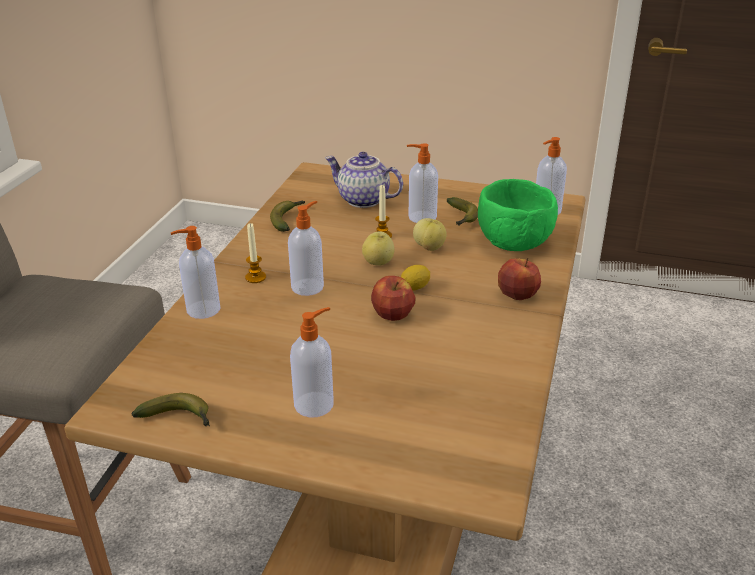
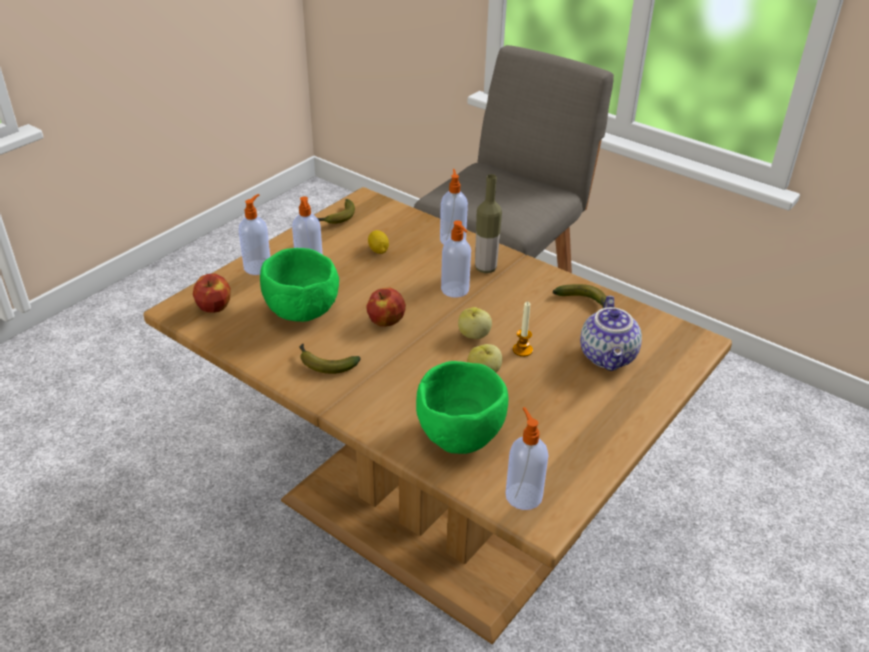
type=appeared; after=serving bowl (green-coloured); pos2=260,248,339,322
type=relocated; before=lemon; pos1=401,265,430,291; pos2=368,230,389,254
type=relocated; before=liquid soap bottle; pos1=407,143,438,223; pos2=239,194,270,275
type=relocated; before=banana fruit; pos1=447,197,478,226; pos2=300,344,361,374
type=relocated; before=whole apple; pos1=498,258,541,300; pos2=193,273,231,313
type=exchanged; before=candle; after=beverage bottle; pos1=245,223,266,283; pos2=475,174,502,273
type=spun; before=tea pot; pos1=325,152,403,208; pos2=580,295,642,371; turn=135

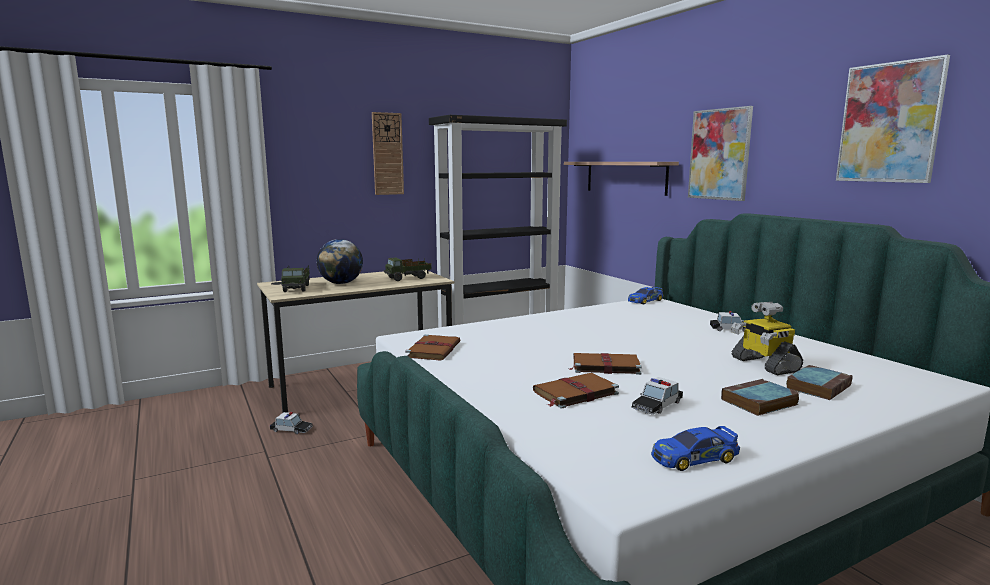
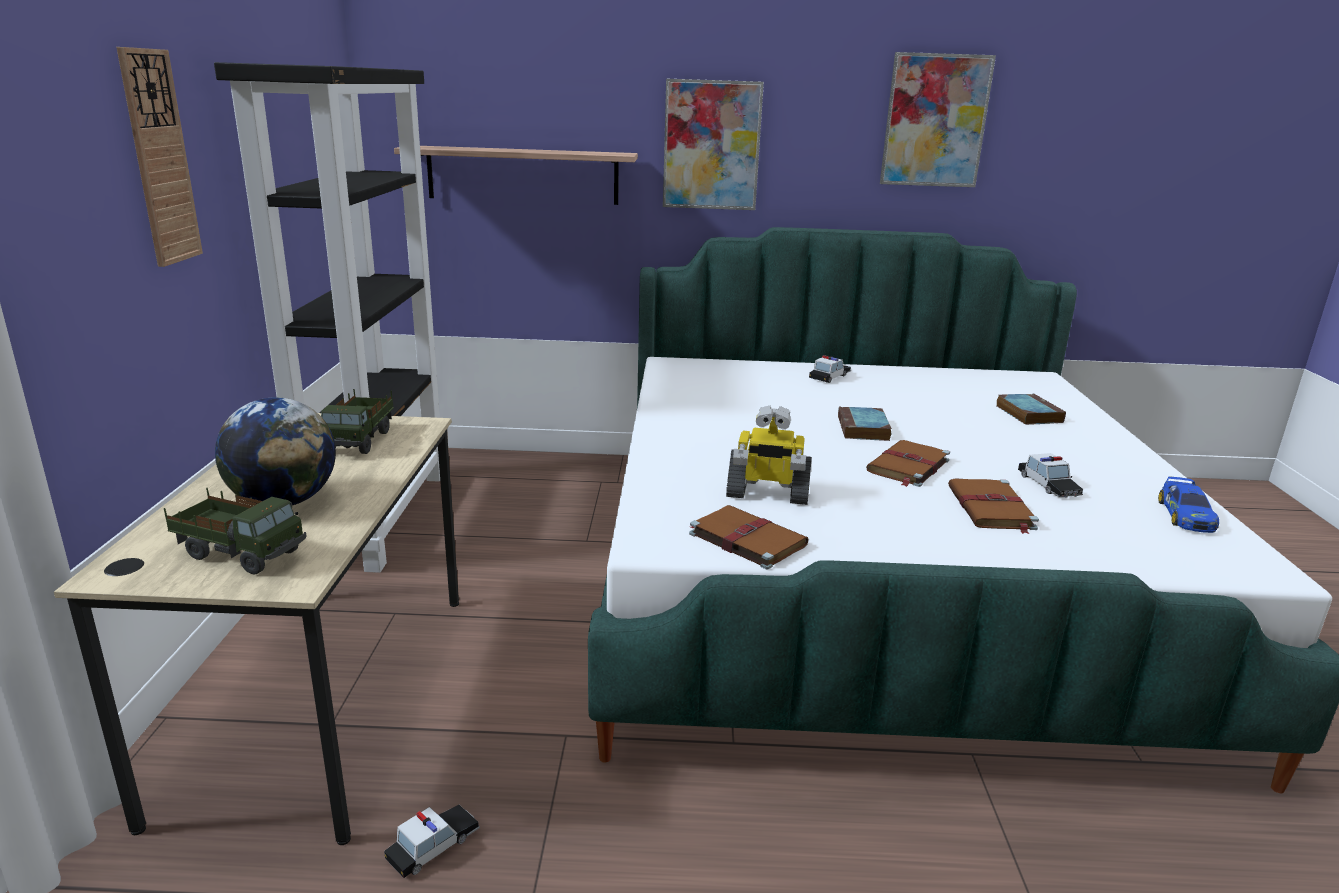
type=missing; before=miniature car; pos1=628,287,663,304
type=relocated; before=bound book; pos1=721,379,799,416; pos2=838,406,892,441
type=relocated; before=model robot; pos1=731,302,803,375; pos2=726,405,812,505

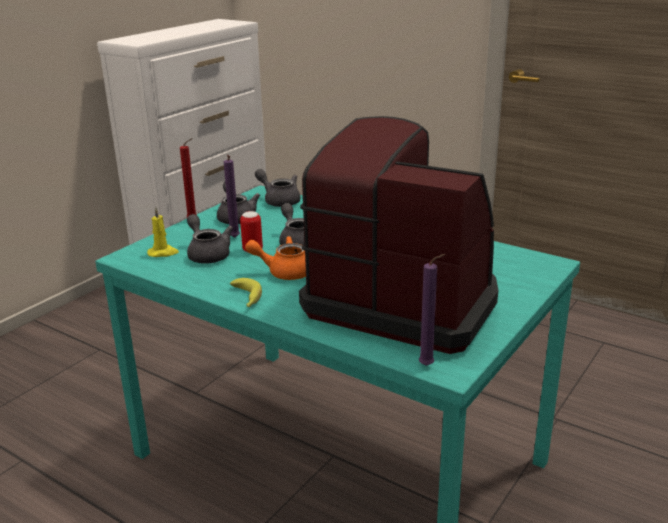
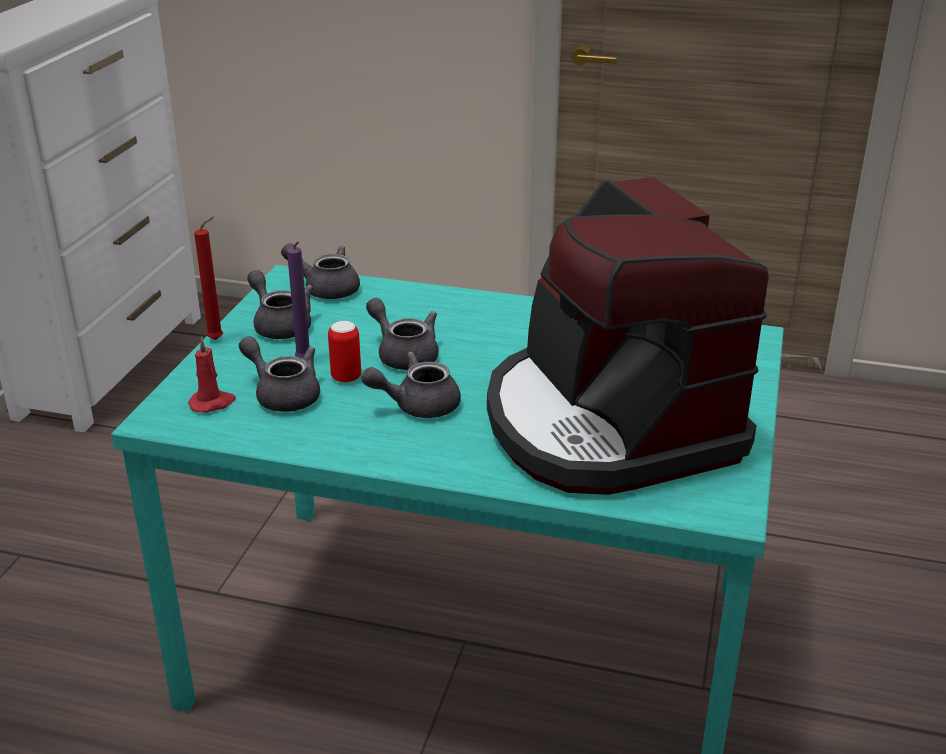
type=missing; before=banana fruit; pos1=230,278,262,307
type=missing; before=candle (purplish); pos1=419,254,445,366
type=colour; before=candle (yellow-coloured); after=candle (reddish); pos1=147,208,179,257; pos2=188,337,236,413
type=colour; before=tea pot (orangey); after=tea pot (gray); pos1=245,236,306,280; pos2=361,351,461,418
type=spun; before=coffee brewer; pos1=299,116,498,354; pos2=487,177,769,495; turn=-120

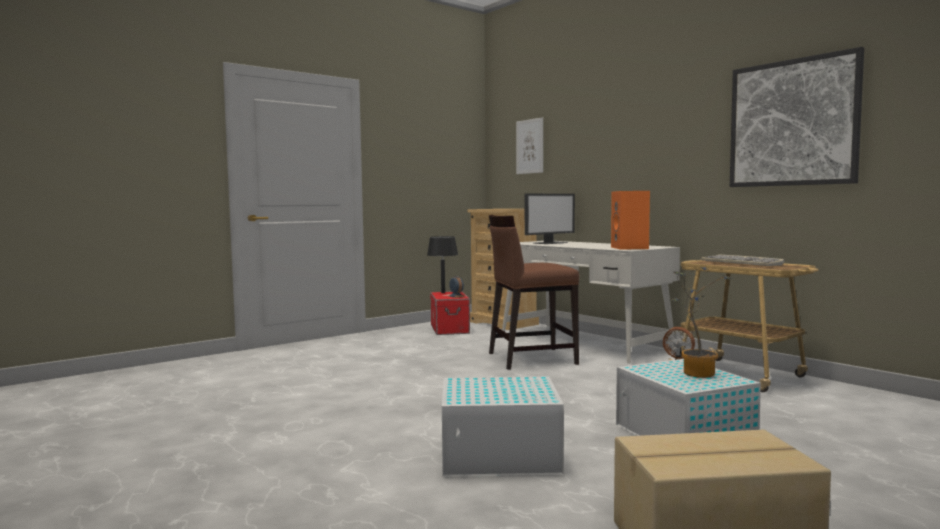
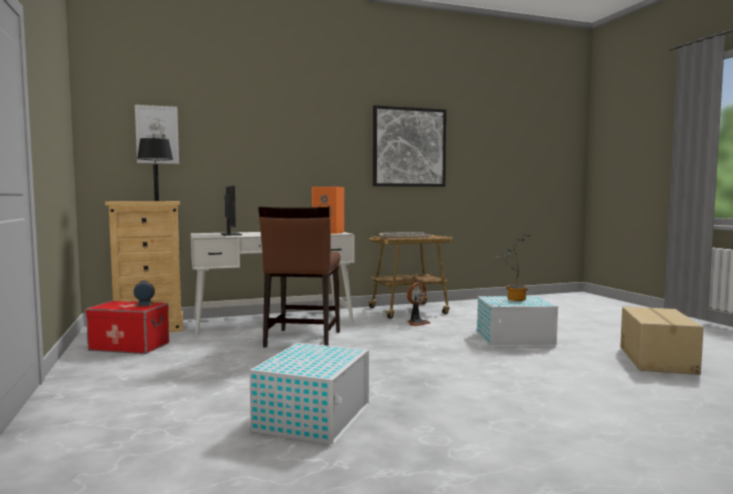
type=relocated; before=tabletop lamp (blackish); pos1=427,236,458,293; pos2=137,138,173,201
type=relocated; before=storage container (white-coloured); pos1=442,376,564,477; pos2=250,343,369,444

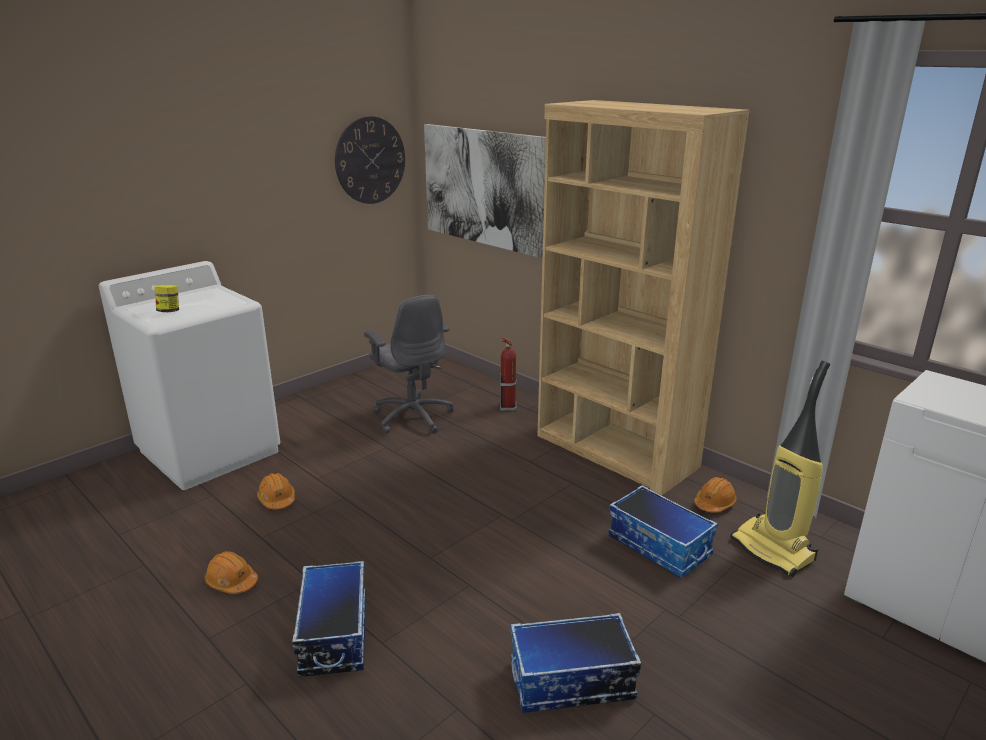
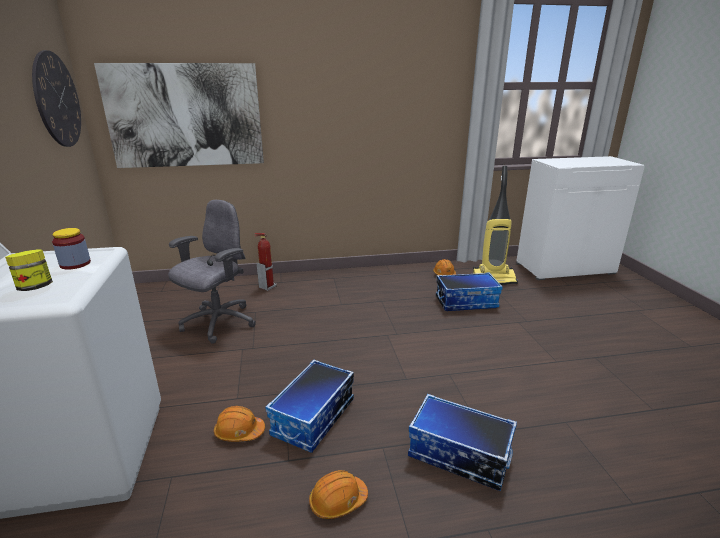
type=missing; before=bookcase (brownish); pos1=537,100,750,496
type=appeared; after=preserve jar; pos2=52,228,91,269
type=relocated; before=storage container; pos1=510,613,641,713; pos2=265,360,354,453
type=spun; before=desk chair (gray); pos1=364,295,454,434; pos2=168,200,256,344; turn=-60

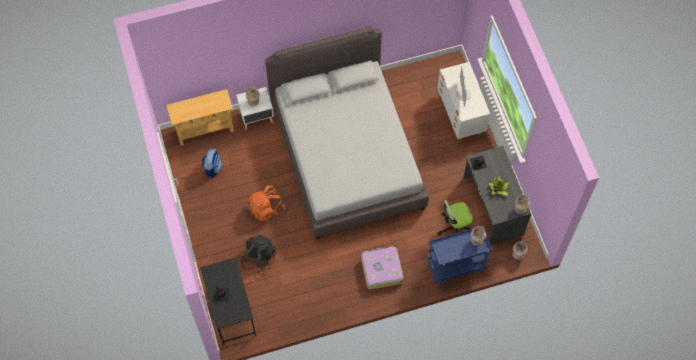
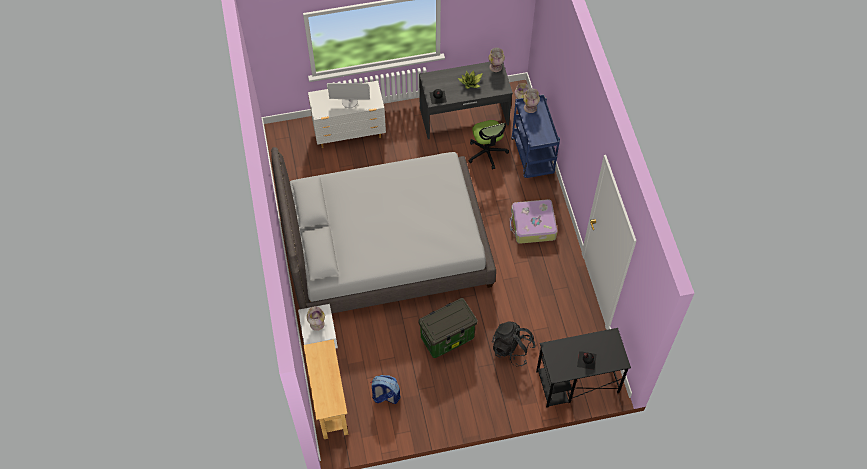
type=exchanged; before=rucksack (orangey); after=storage container; pos1=249,186,285,221; pos2=419,298,477,358

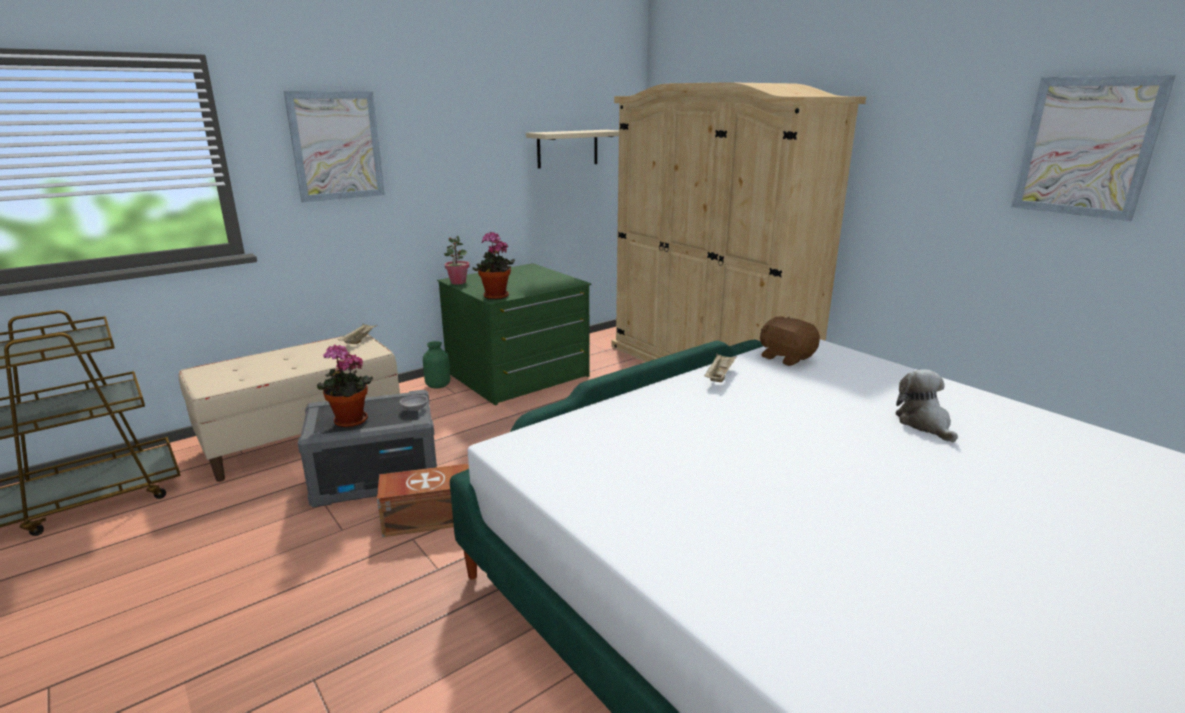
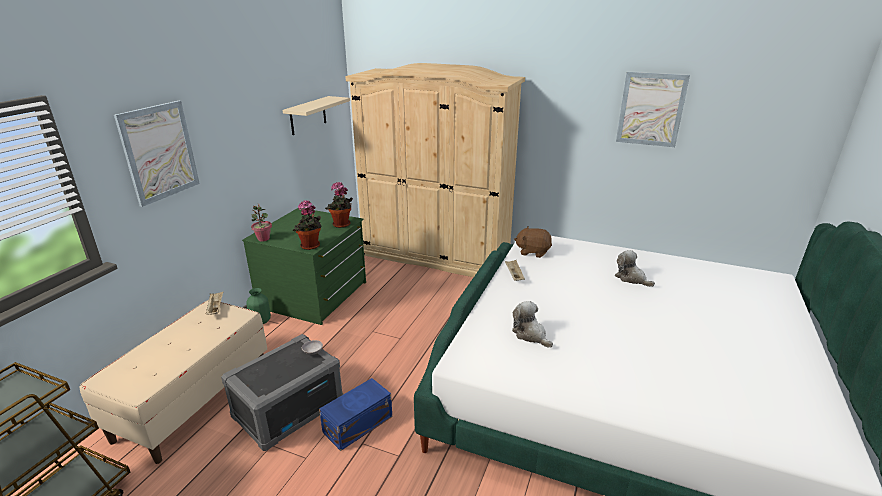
type=appeared; after=cuddly toy; pos2=512,301,553,348
type=relocated; before=potted plant; pos1=317,344,373,428; pos2=325,182,353,228
type=colour; before=storage container (brownish); after=storage container (blue); pos1=377,464,469,537; pos2=319,378,392,451

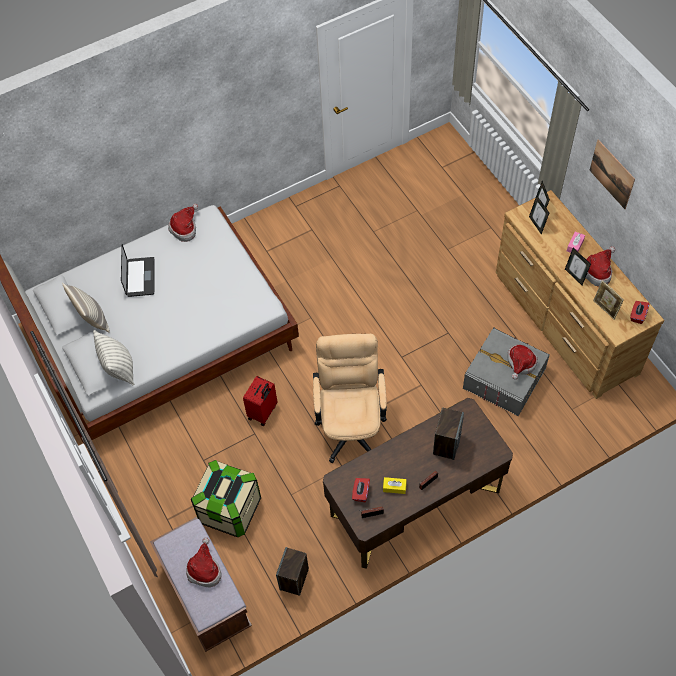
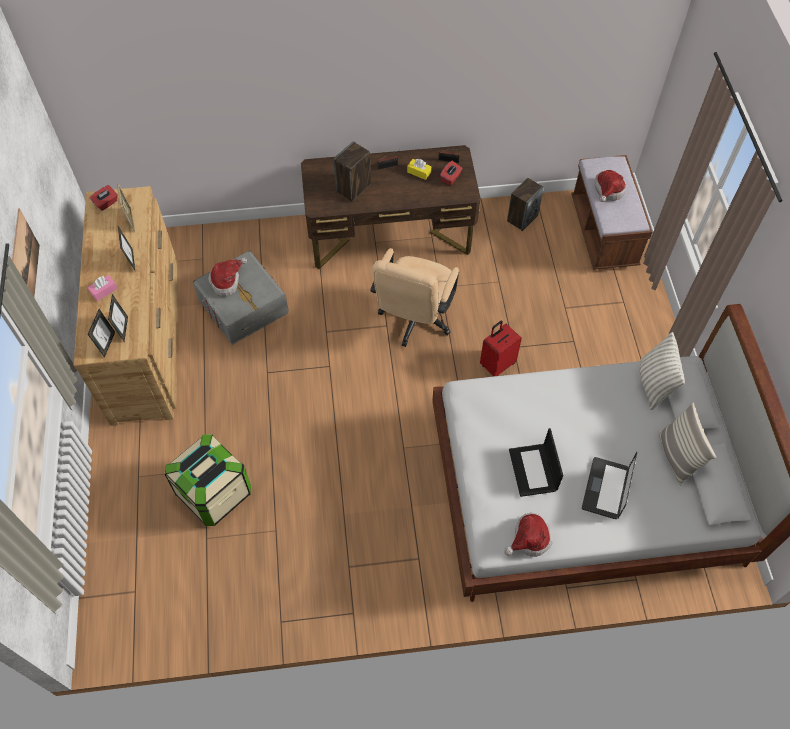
type=missing; before=hat; pos1=586,246,616,287
type=appeared; after=portable computer; pos2=509,428,563,497
type=relocated; before=storage container; pos1=191,460,261,538; pos2=165,434,251,526

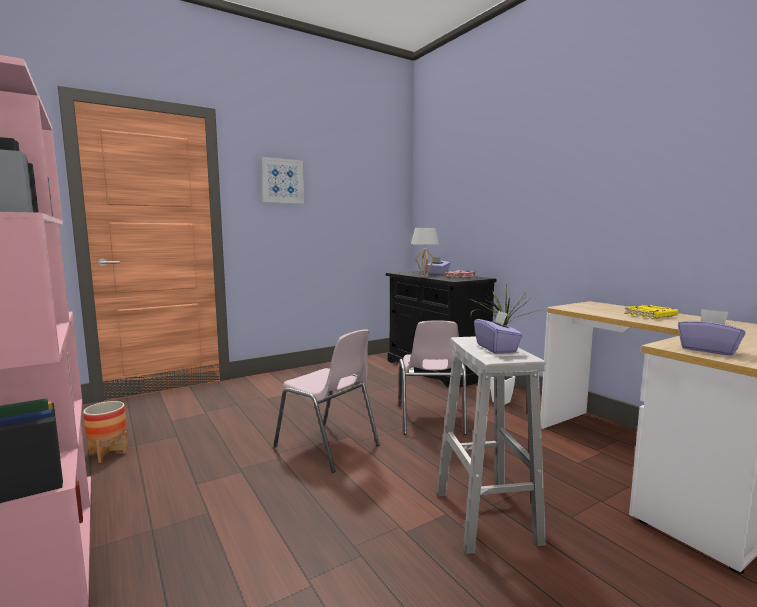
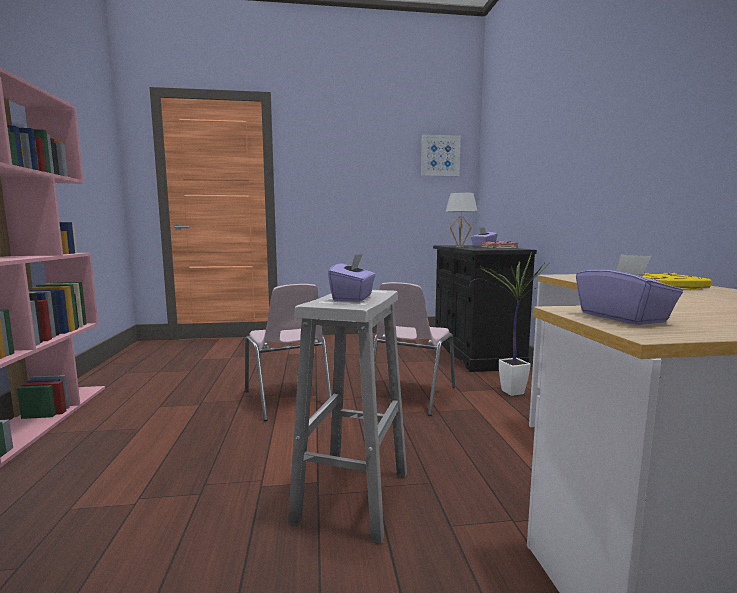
type=missing; before=flower pot; pos1=83,401,128,463
type=relocated; before=picture; pos1=261,157,304,204; pos2=421,134,461,176

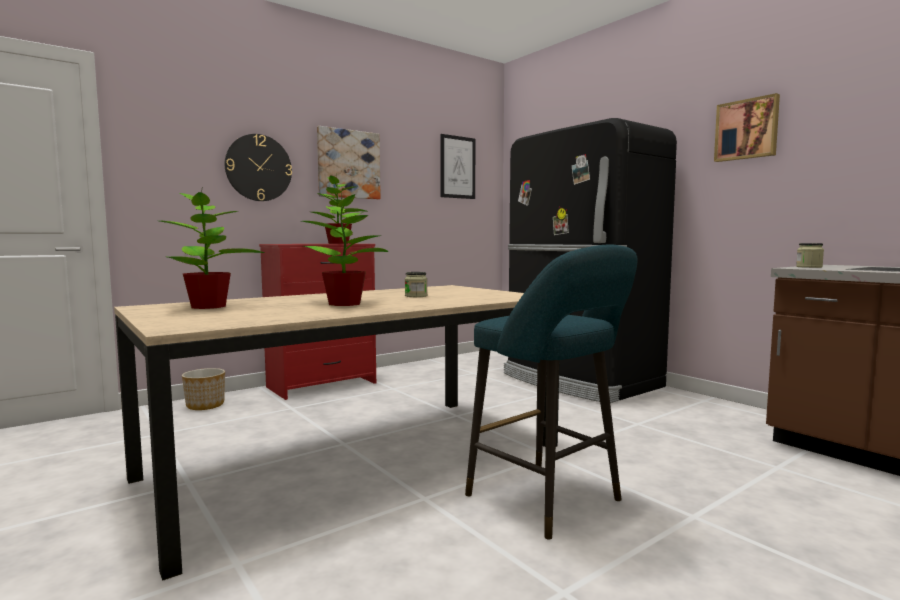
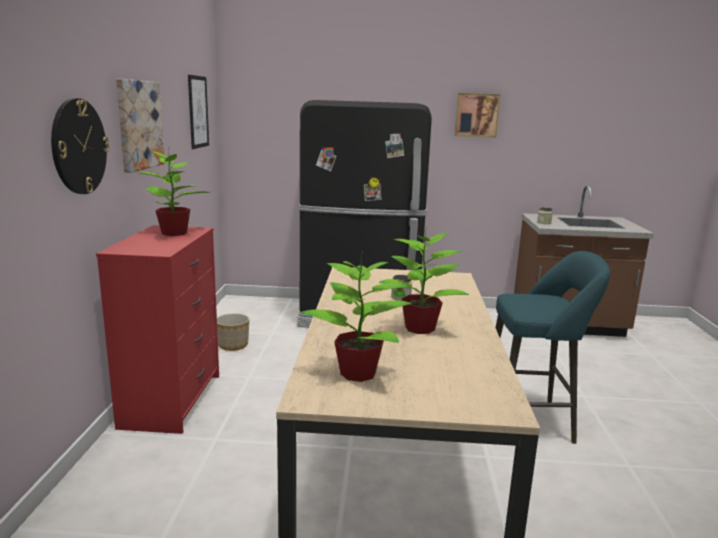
type=relocated; before=flower pot; pos1=182,368,225,410; pos2=217,313,249,351

